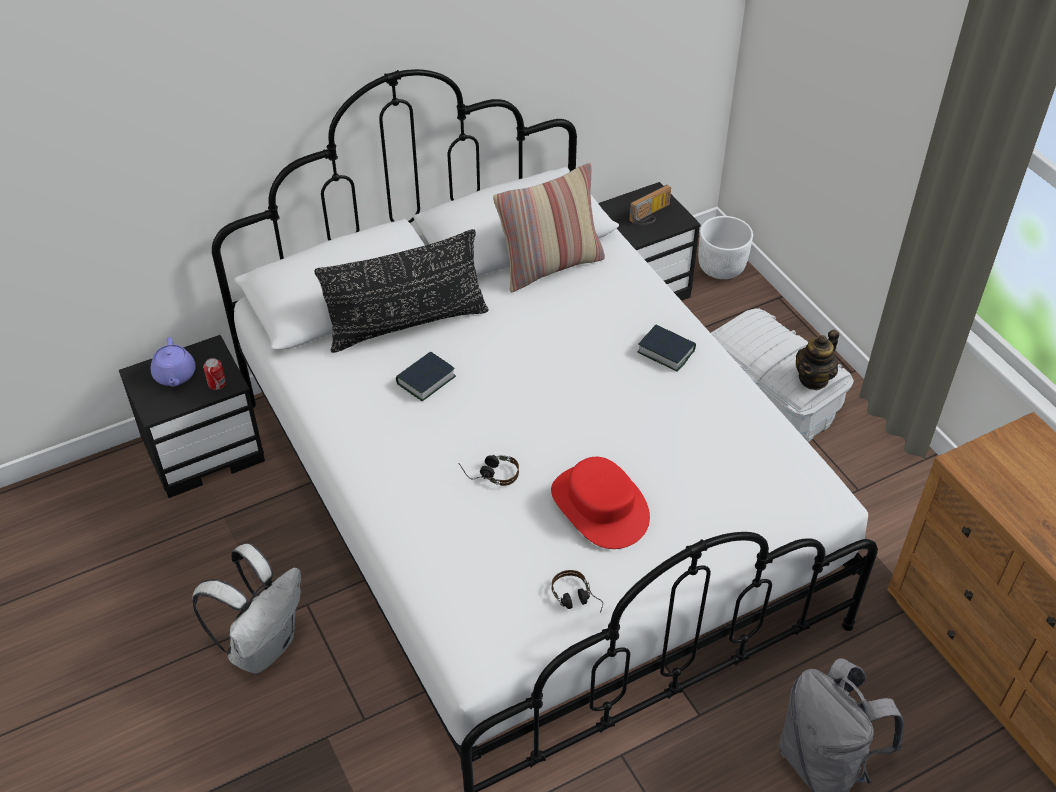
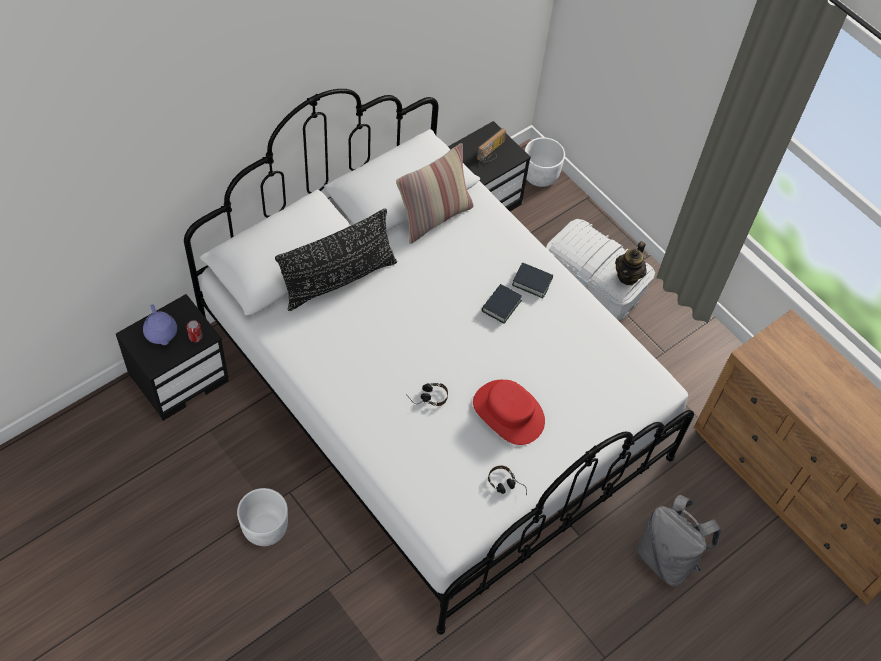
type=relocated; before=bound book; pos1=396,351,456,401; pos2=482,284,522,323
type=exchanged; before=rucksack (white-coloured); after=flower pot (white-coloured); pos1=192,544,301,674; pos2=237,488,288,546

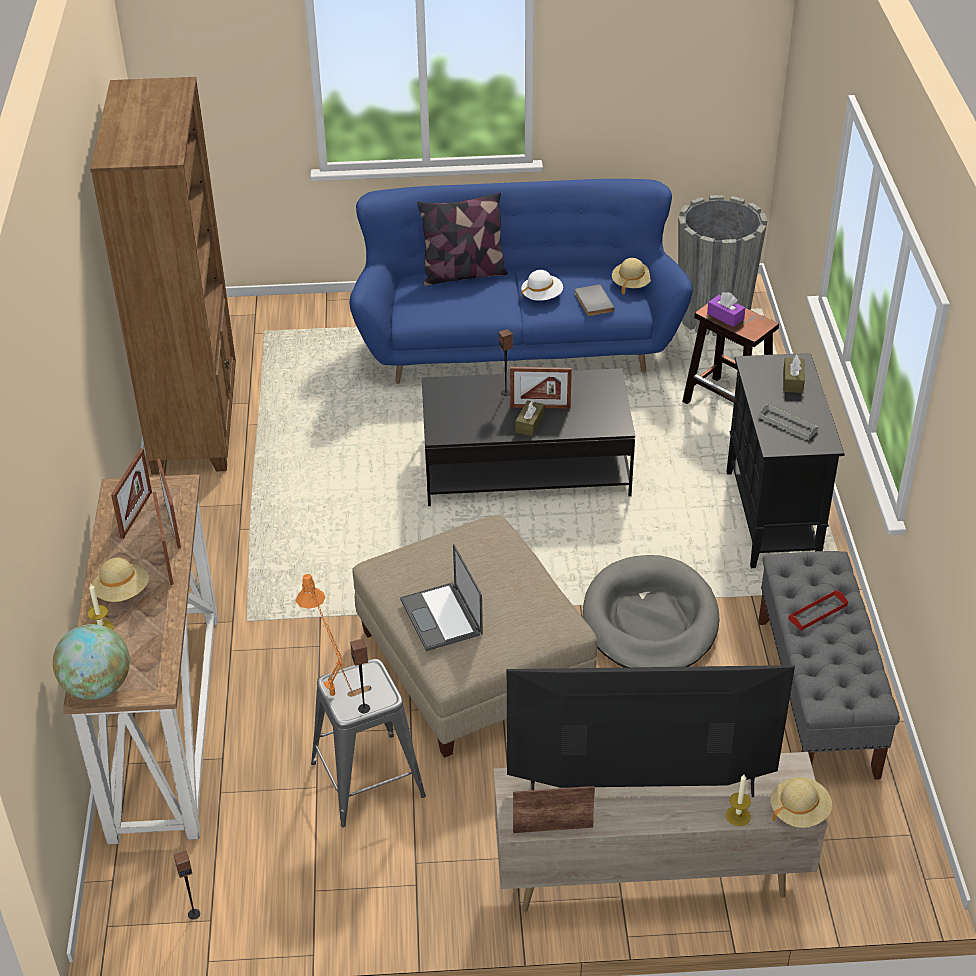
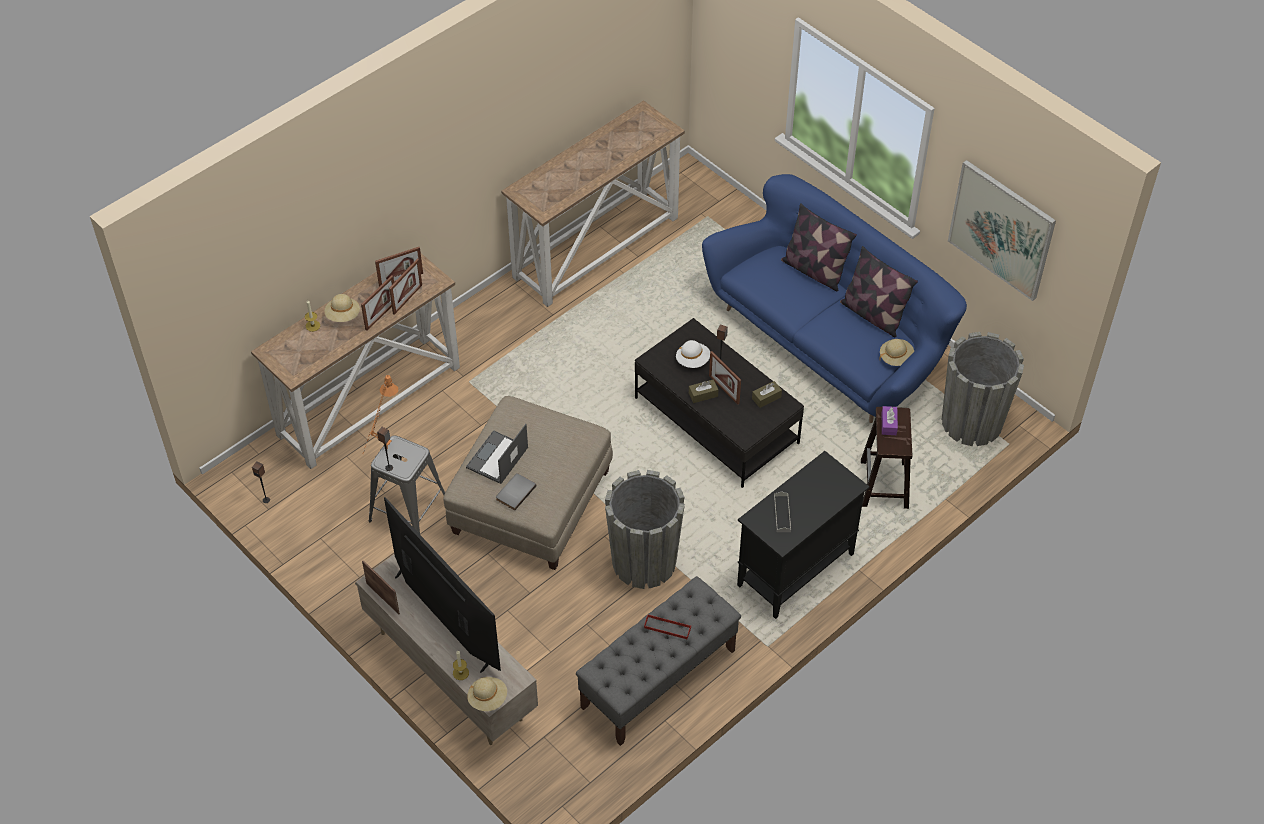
type=missing; before=desk globe; pos1=53,624,130,700
type=appeared; after=cushion; pos2=840,246,918,337
type=appeared; after=picture; pos2=948,160,1056,301
type=relocated; before=hat (white-coloured); pos1=521,270,563,301; pos2=676,340,710,368
type=relocated; before=bound book (gray); pos1=575,284,615,316; pos2=496,473,536,511
type=relocated; before=tissue box (brownish); pos1=783,355,805,393; pos2=752,381,782,408
type=exchanged; before=bookcase (brownish); after=console table; pos1=90,77,236,475; pos2=501,100,685,307
type=exchanged; before=dog cushion (gray); after=flower pot (gray); pos1=583,555,719,667; pos2=605,470,685,589

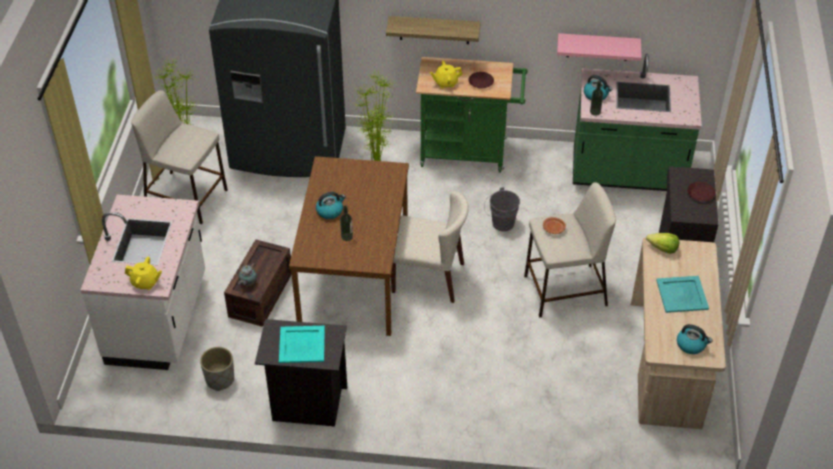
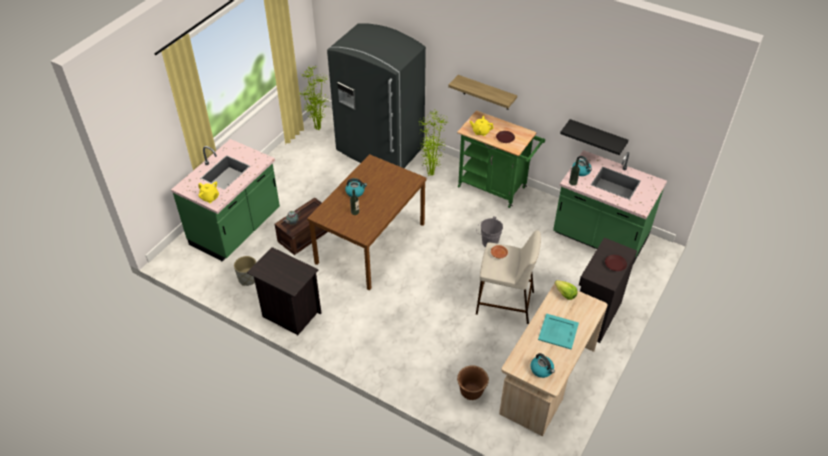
type=missing; before=stool (beige-coloured); pos1=131,90,228,224
type=missing; before=carrying tray (turquoise); pos1=279,326,325,363
type=missing; before=chair (beige-coloured); pos1=391,191,469,303
type=appeared; after=flower pot (brownish); pos2=457,366,489,400
type=colour; before=kitchen base unit (white-coloured); after=kitchen base unit (green-coloured); pos1=81,195,205,370; pos2=171,139,280,262
type=colour; before=wall shelf (pinkish); after=wall shelf (blackish); pos1=557,33,642,61; pos2=560,119,628,155

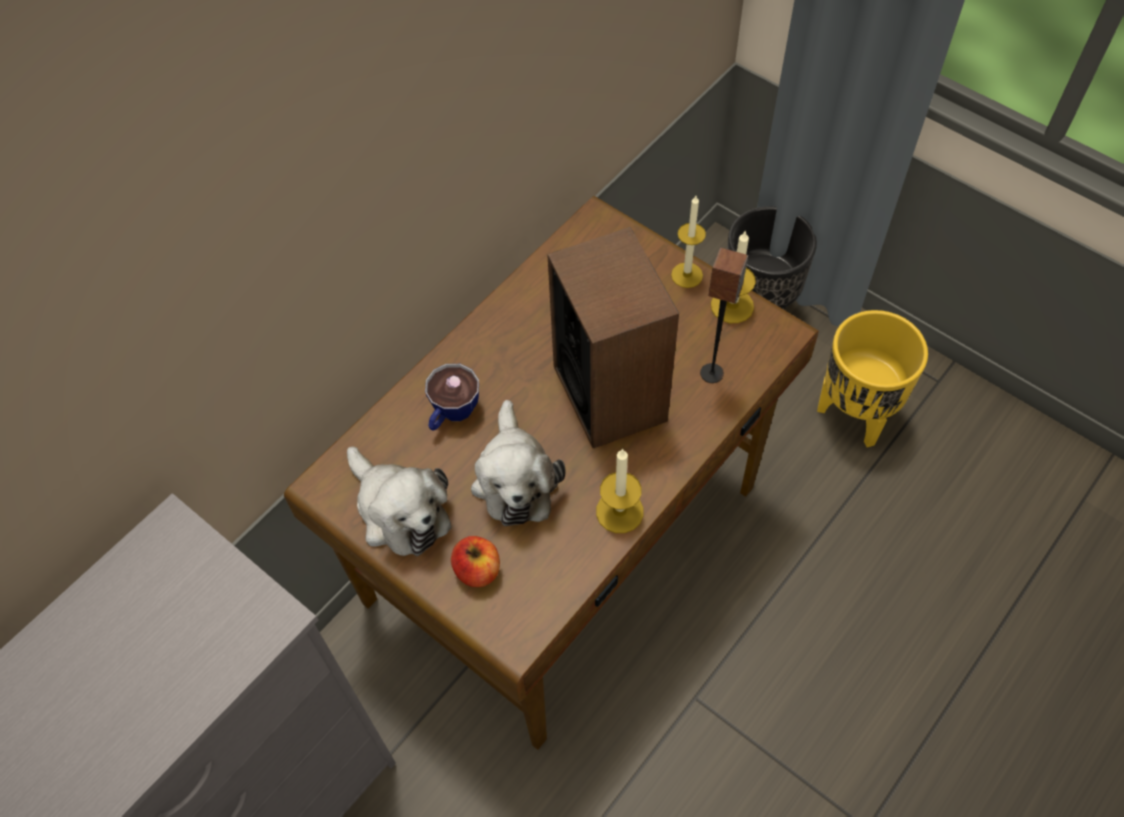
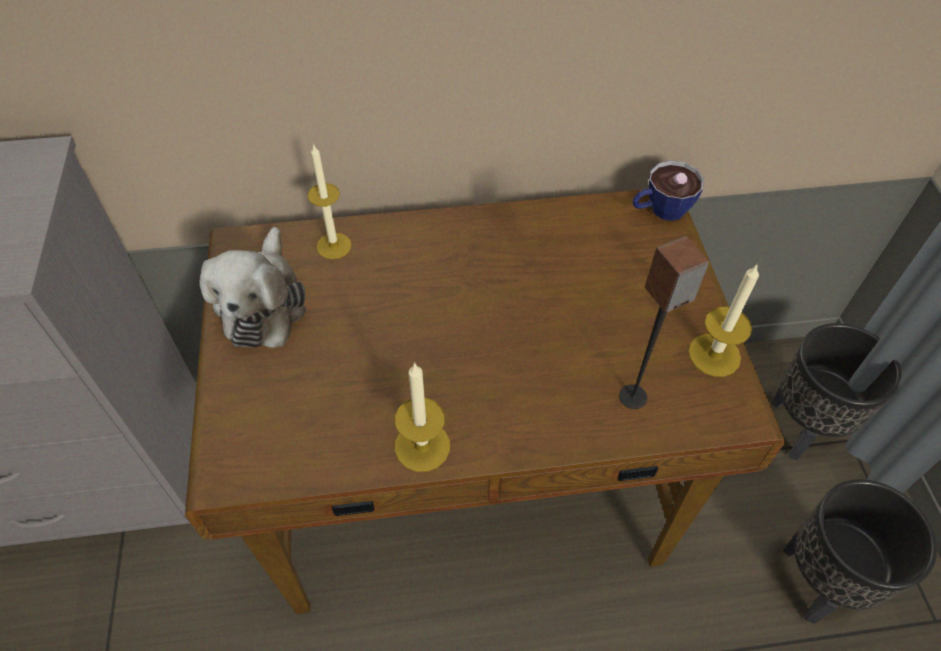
type=missing; before=whole apple; pos1=451,536,500,587
type=missing; before=cuddly toy; pos1=471,400,566,526
type=missing; before=loudspeaker; pos1=547,227,679,448
type=relocated; before=drinking cup; pos1=425,364,479,431; pos2=633,160,704,221
type=relocated; before=candle; pos1=671,196,706,288; pos2=308,144,351,259
type=colour; before=flower pot (yellow-coloured); after=flower pot (blackish); pos1=817,310,928,447; pos2=783,479,937,624

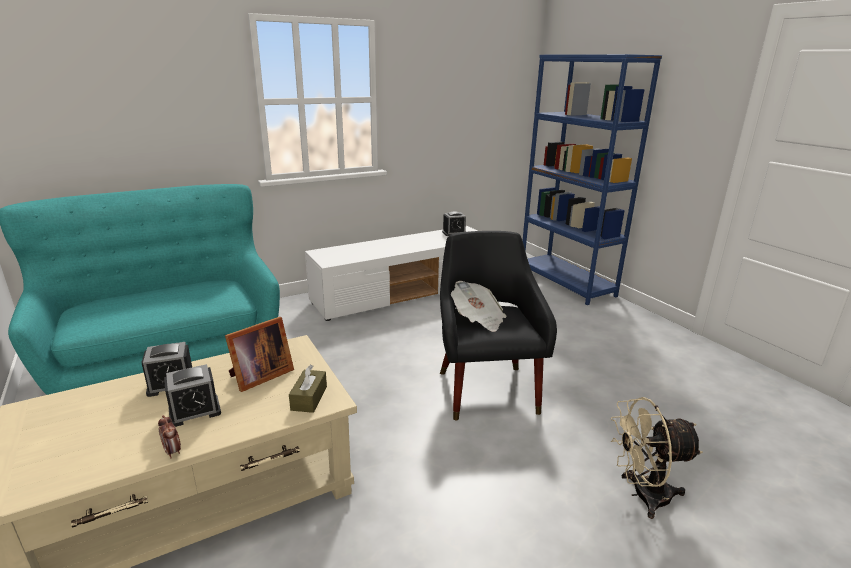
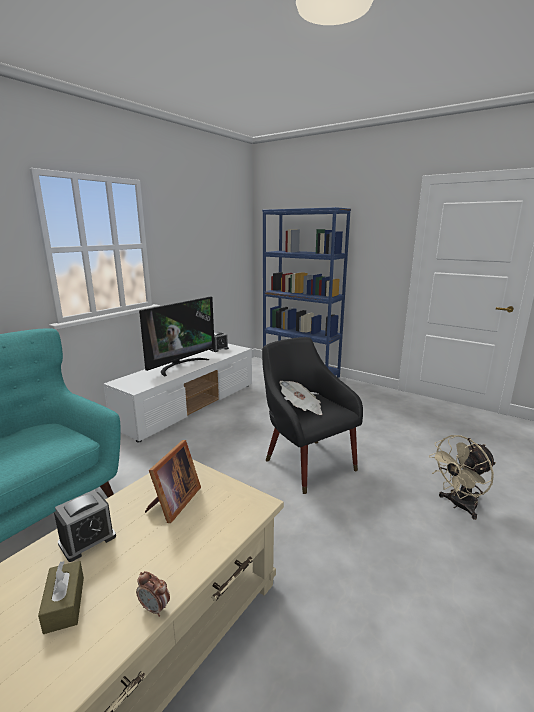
type=missing; before=alarm clock; pos1=164,364,221,427
type=appeared; after=TV; pos2=139,297,215,376
type=relocated; before=tissue box (brownish); pos1=289,365,327,413; pos2=38,561,84,634

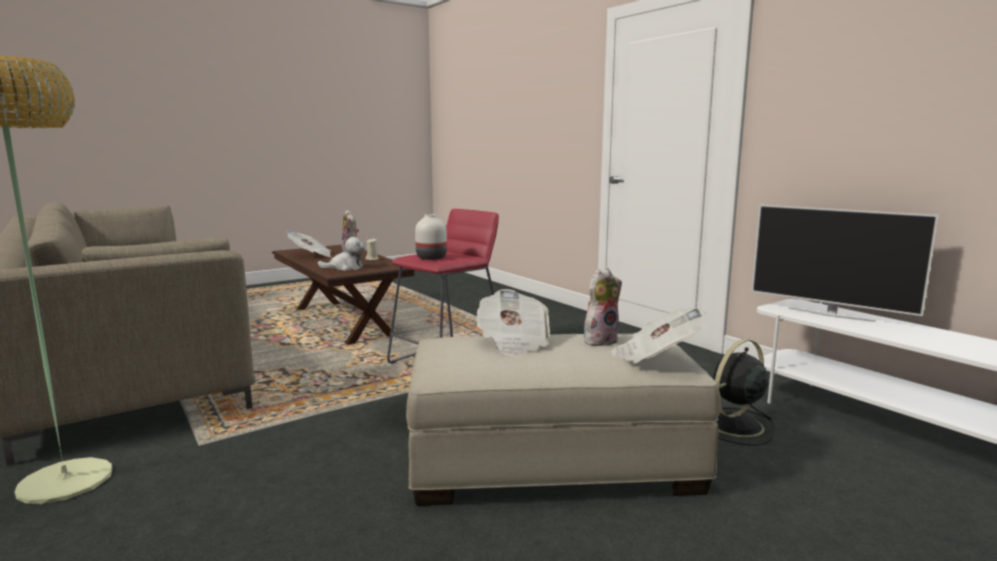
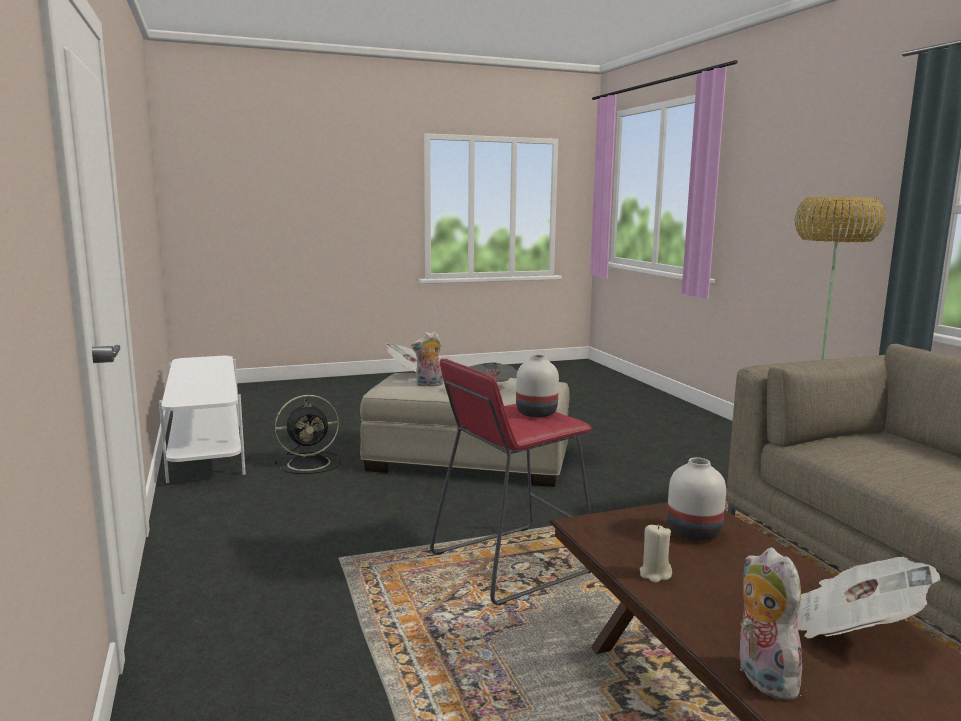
type=missing; before=TV; pos1=751,205,939,322
type=exchanged; before=cuddly toy; after=flower vase (white-coloured); pos1=318,237,365,271; pos2=667,457,726,541

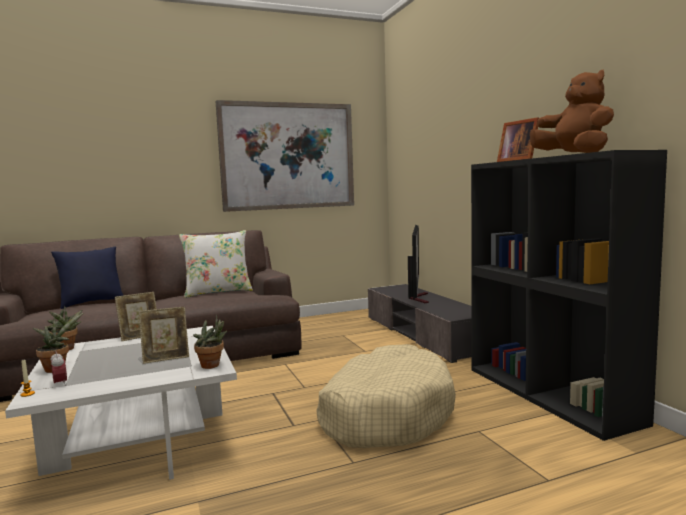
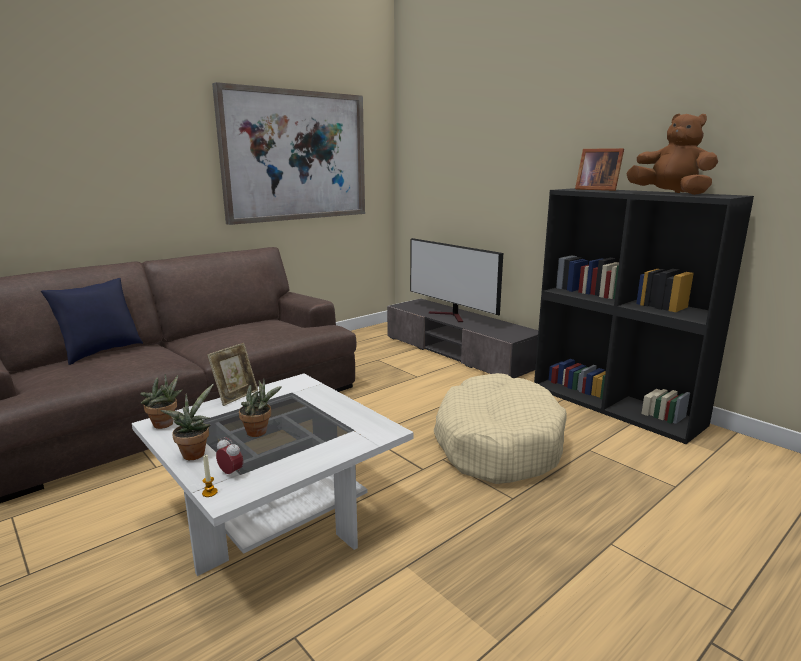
type=missing; before=photo frame; pos1=139,307,189,364
type=missing; before=cushion (white-coloured); pos1=179,230,253,298
type=relocated; before=potted plant; pos1=193,315,227,369; pos2=239,379,282,437
type=spun; before=TV; pos1=408,225,429,303; pos2=410,238,503,322; turn=150

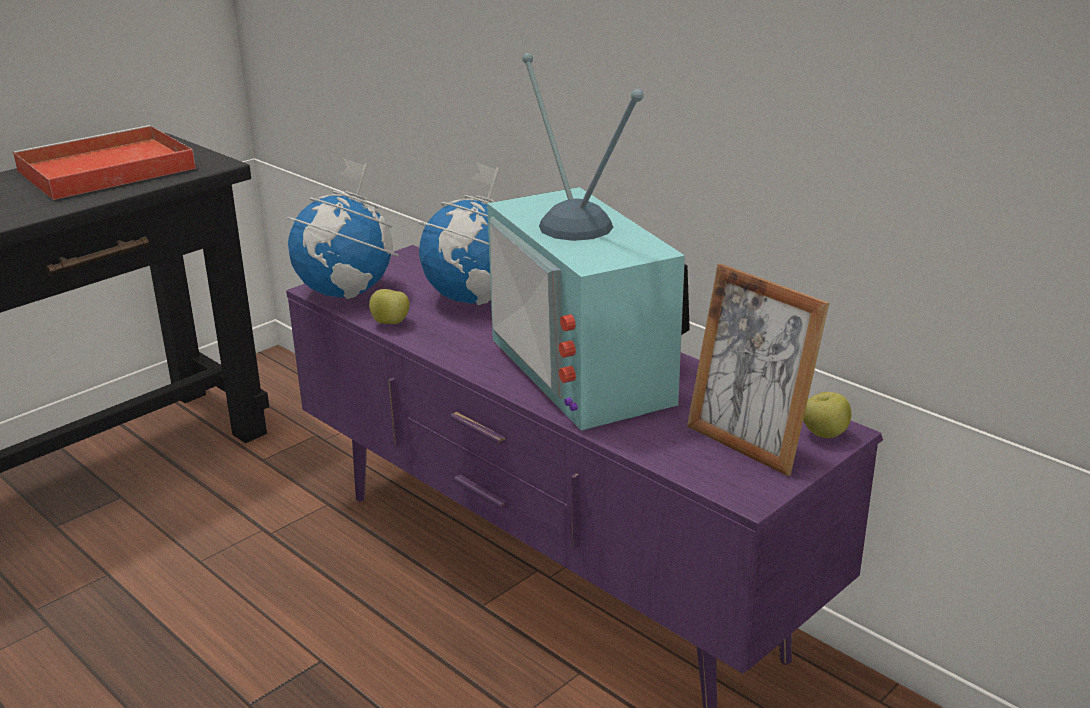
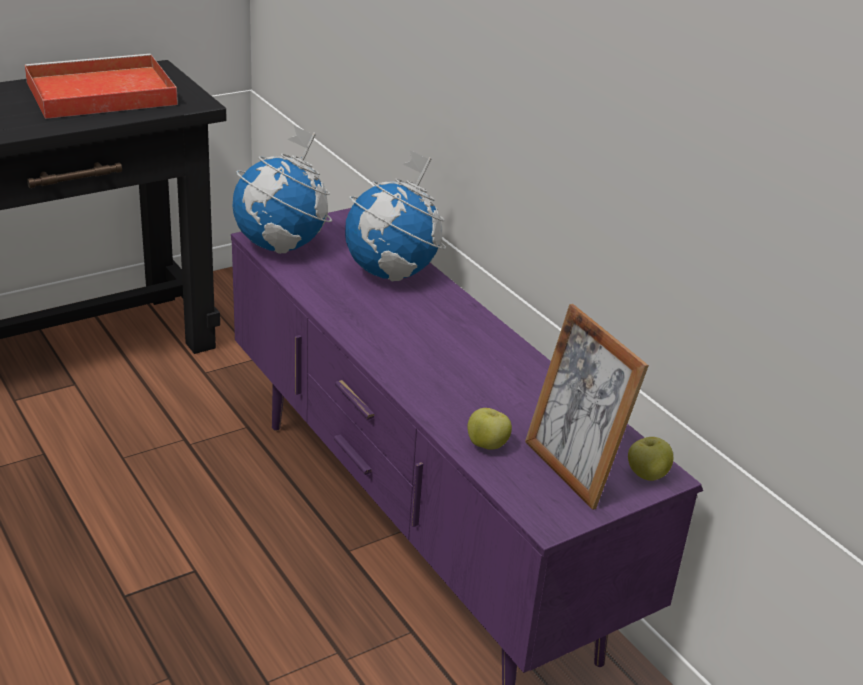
type=missing; before=TV; pos1=487,53,690,431
type=relocated; before=whole apple; pos1=369,289,409,324; pos2=468,408,512,449

